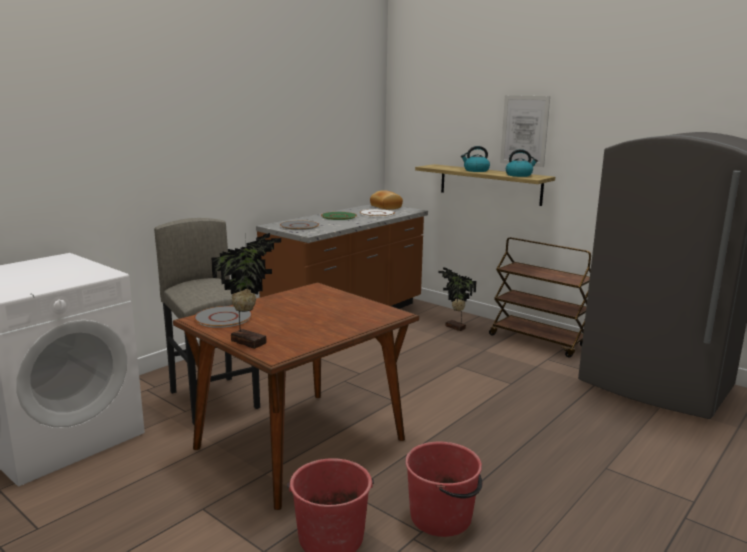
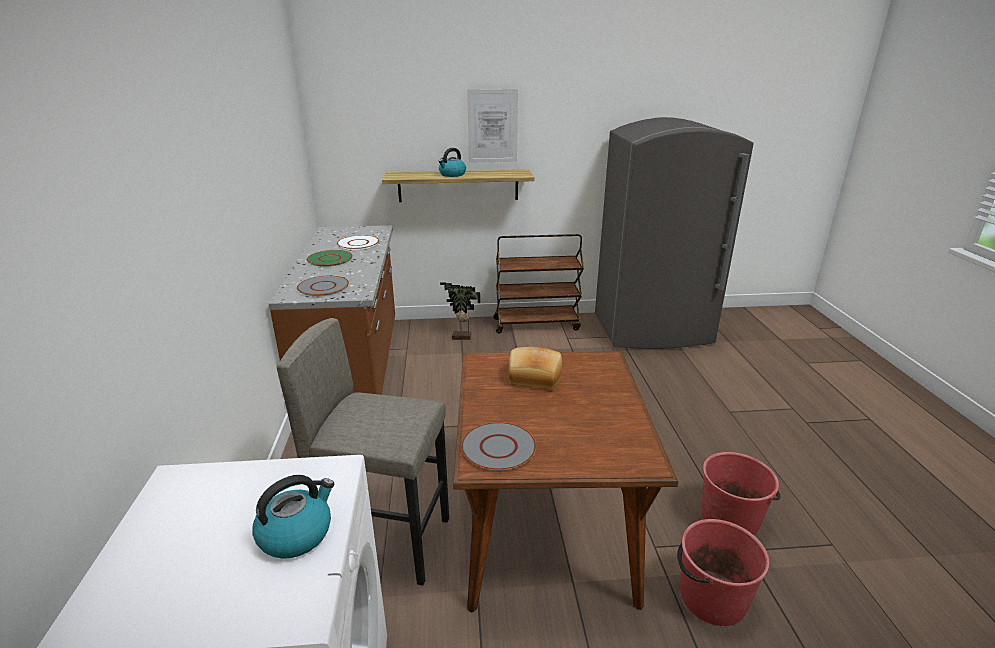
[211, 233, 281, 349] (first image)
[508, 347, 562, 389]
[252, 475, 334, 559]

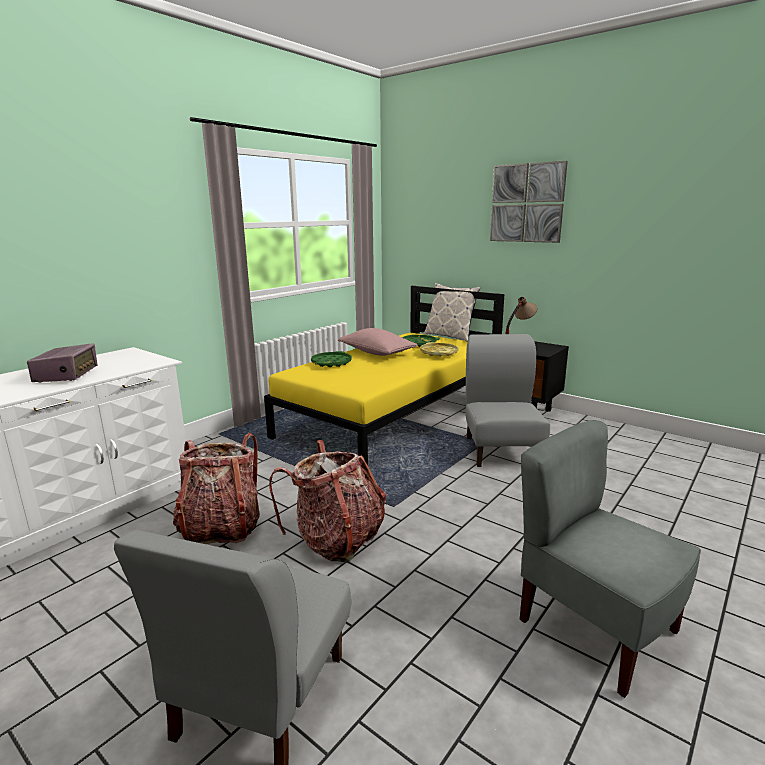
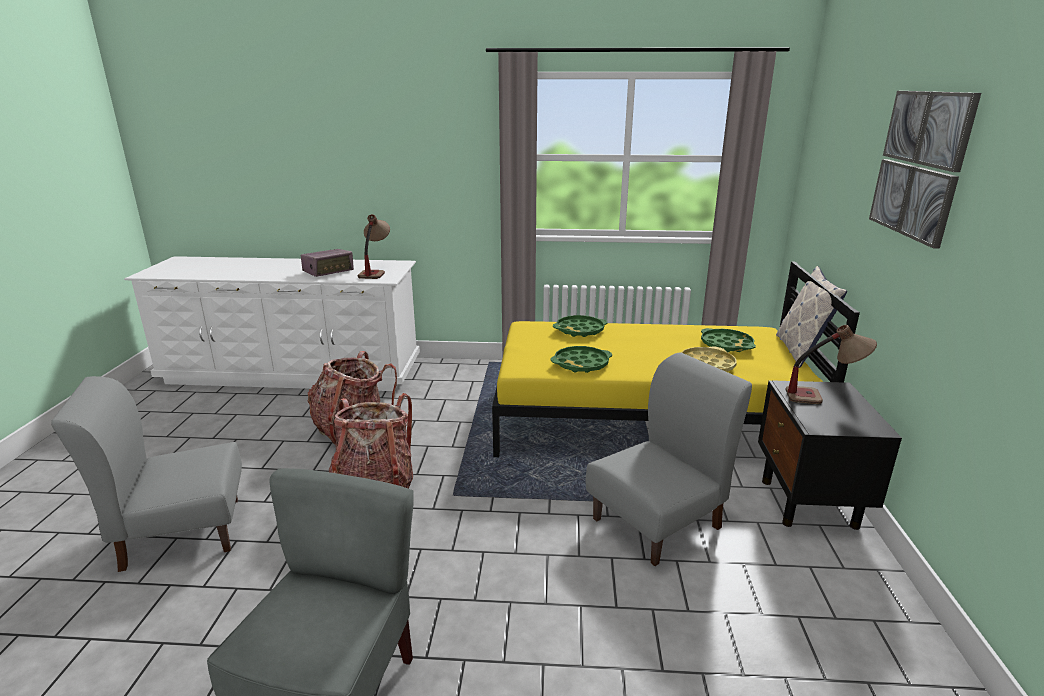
[338, 328, 417, 356] (first image)
[358, 214, 390, 279]
[551, 346, 612, 373]

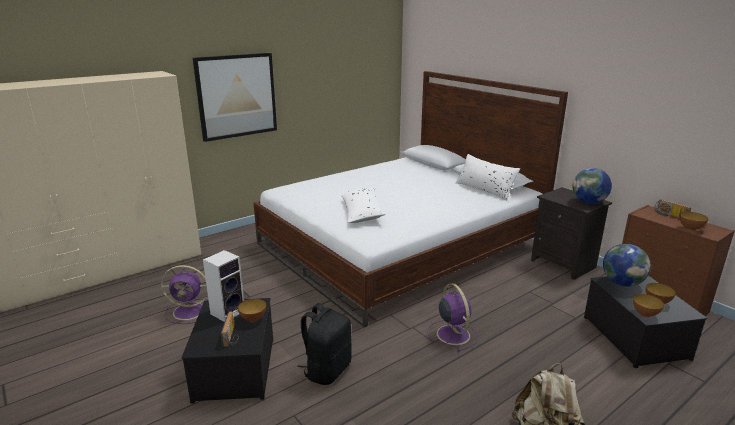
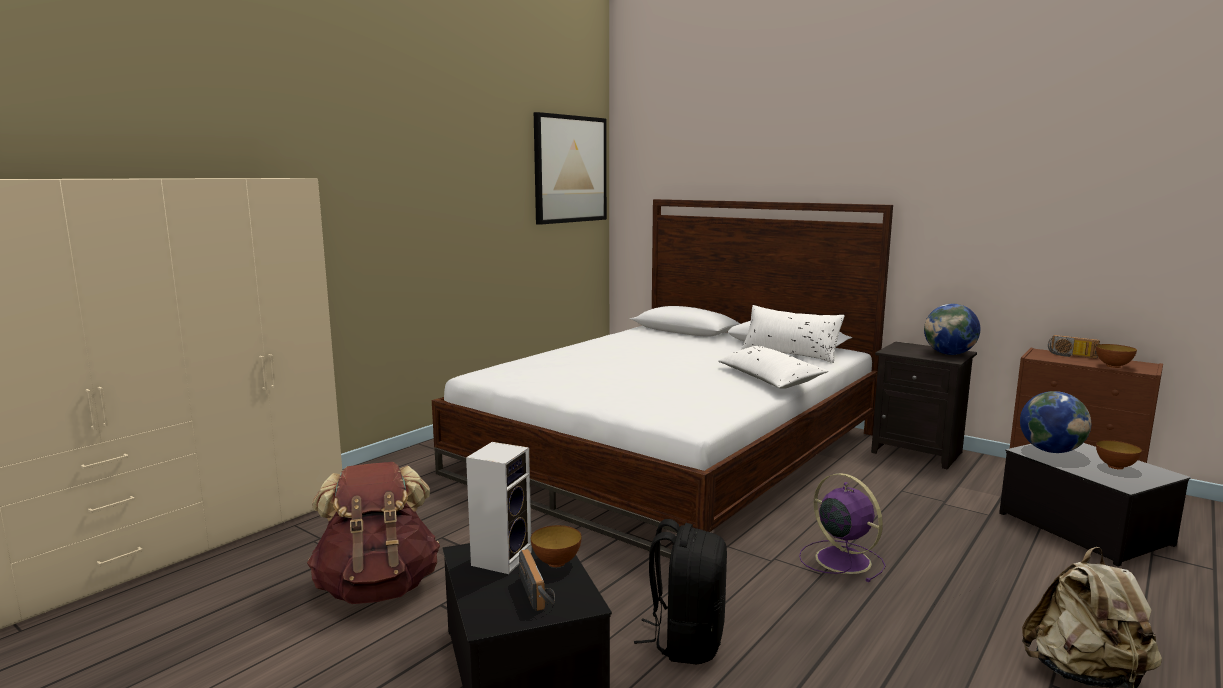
[307, 462, 440, 604]
[534, 112, 607, 225]
[718, 346, 828, 389]
[633, 294, 664, 317] (first image)

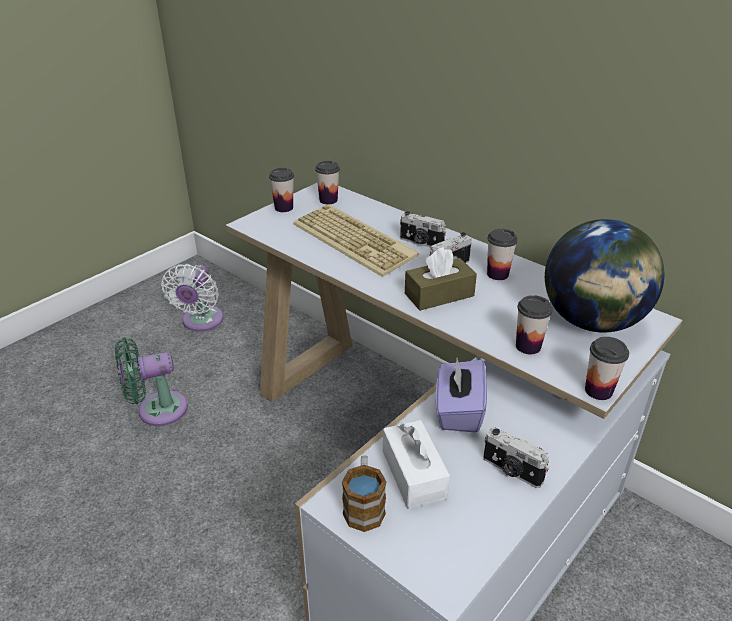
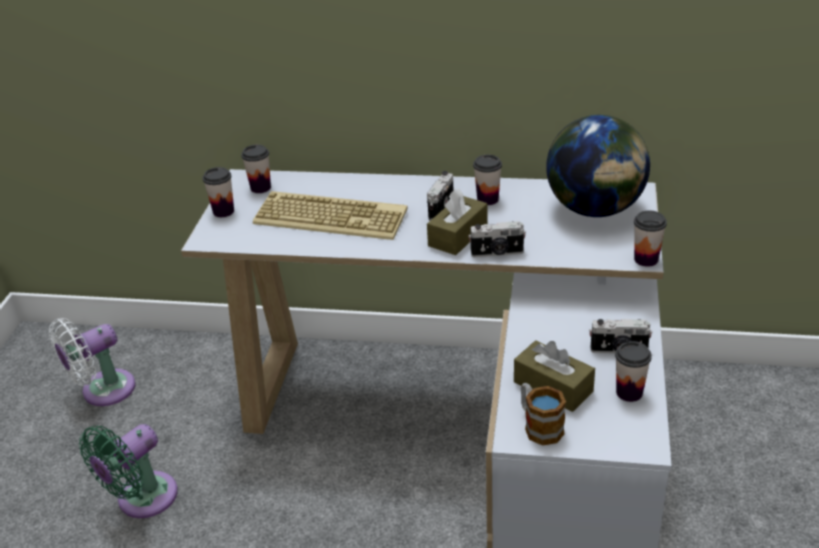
[49, 318, 135, 406]
[514, 340, 595, 412]
[469, 221, 526, 257]
[436, 358, 487, 433] (first image)
[615, 341, 652, 402]

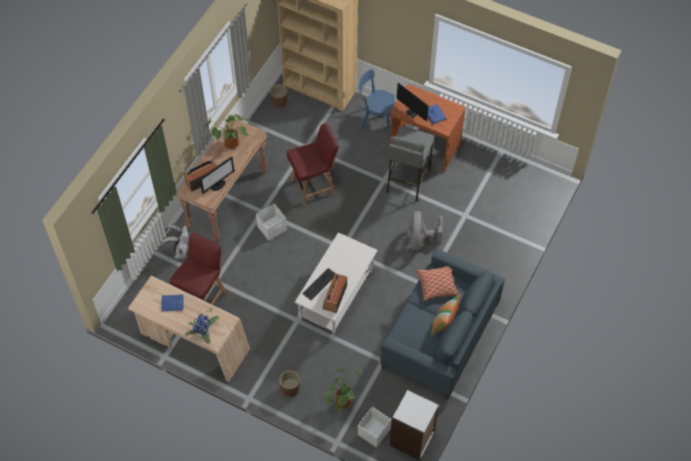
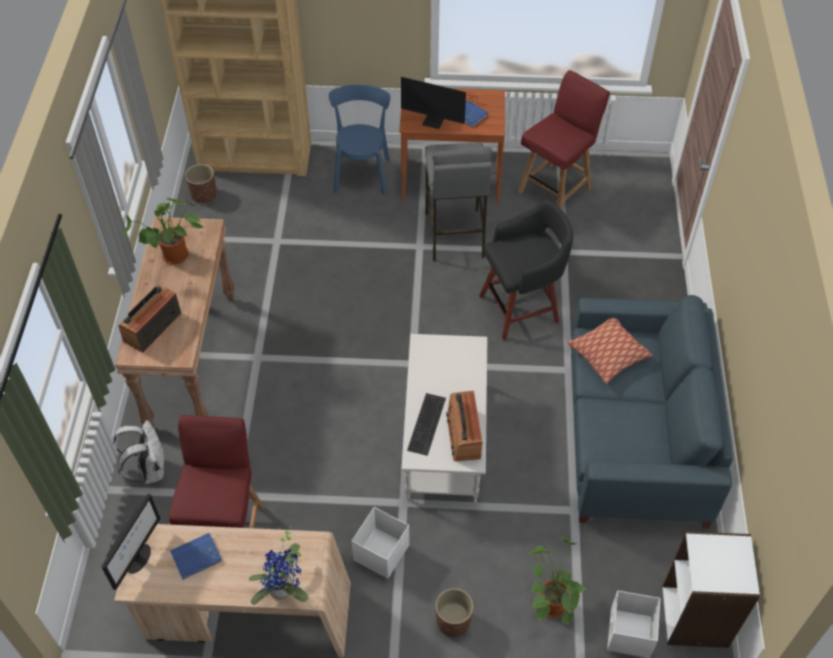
[102, 494, 161, 590]
[352, 507, 409, 579]
[518, 70, 610, 209]
[329, 84, 390, 195]
[479, 199, 573, 340]
[431, 294, 461, 336] (first image)

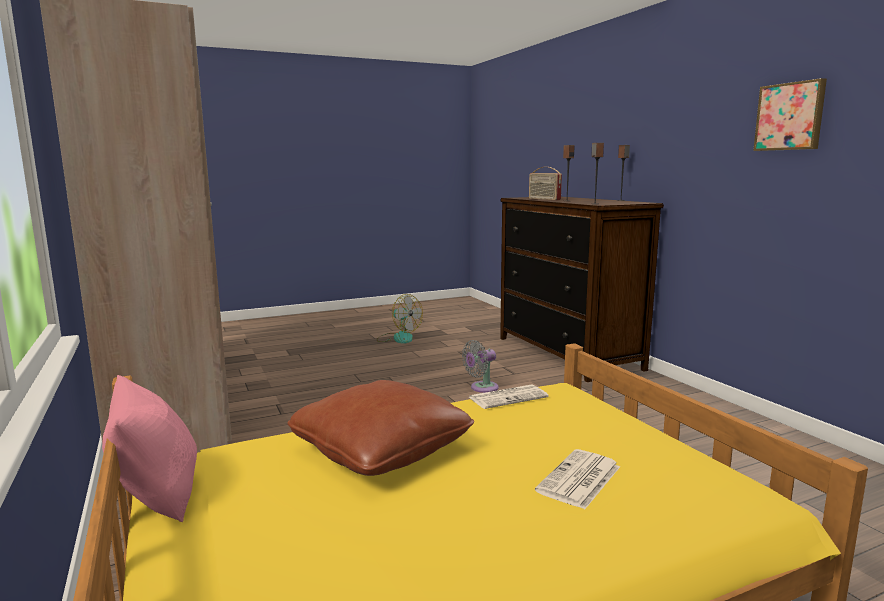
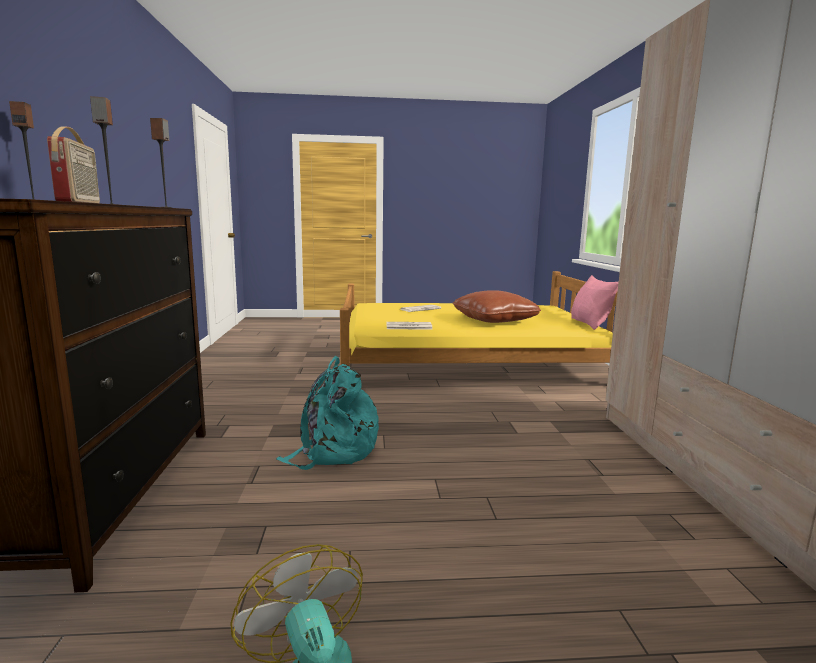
[276, 356, 379, 470]
[753, 78, 827, 151] (first image)

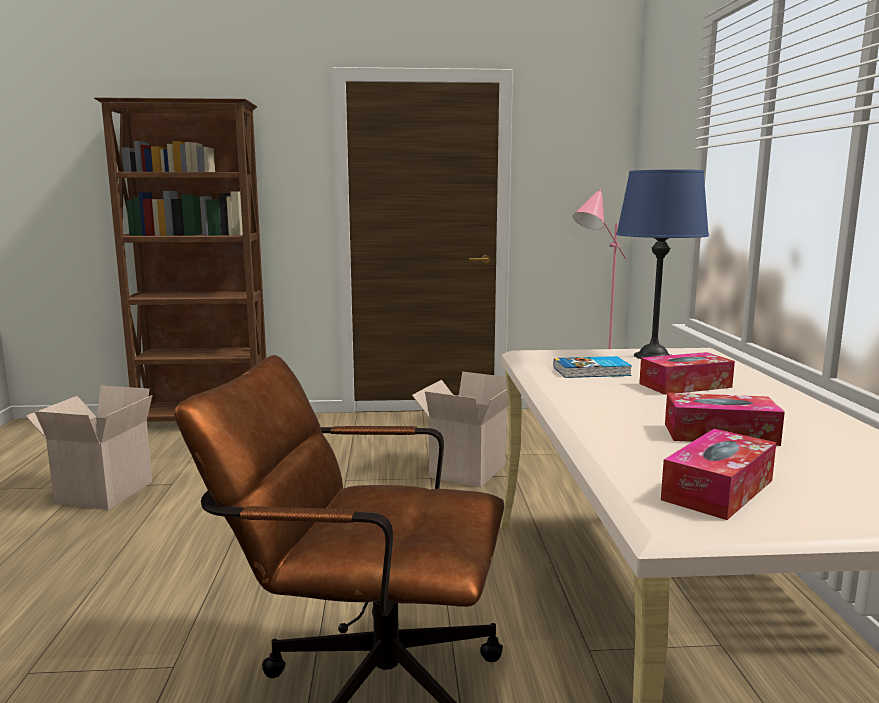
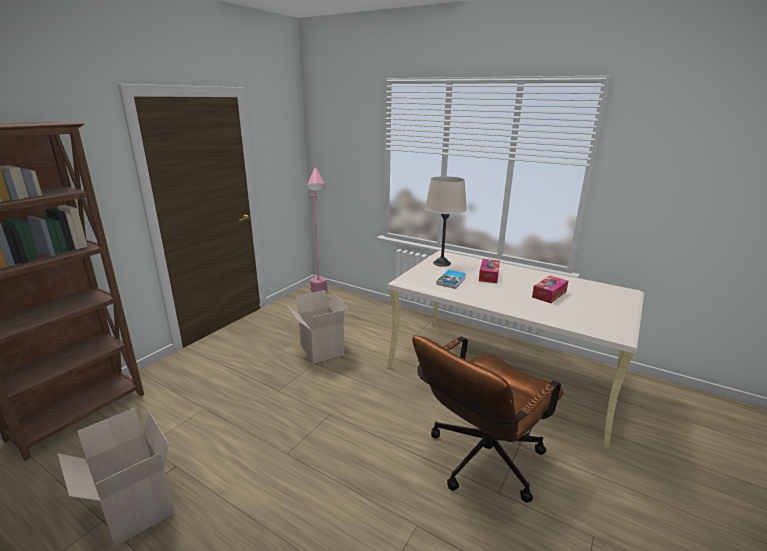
[425, 176, 467, 267]
[661, 429, 776, 520] (first image)

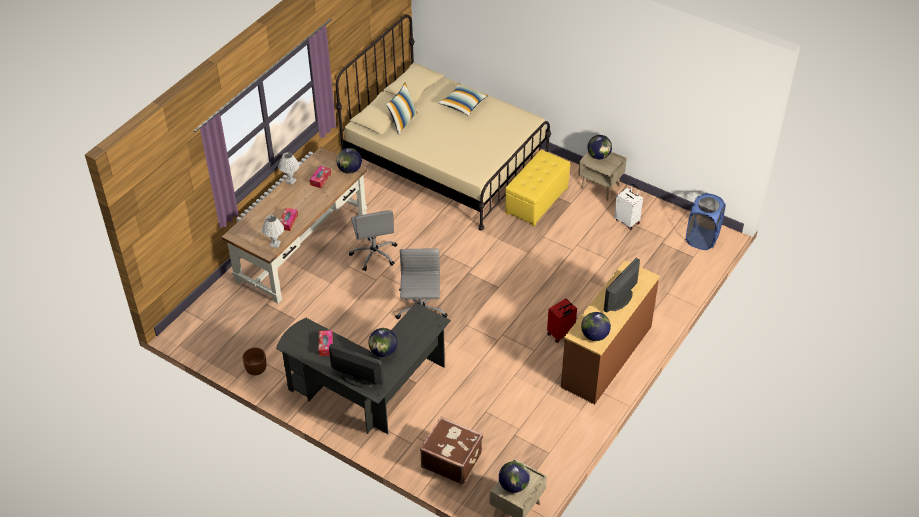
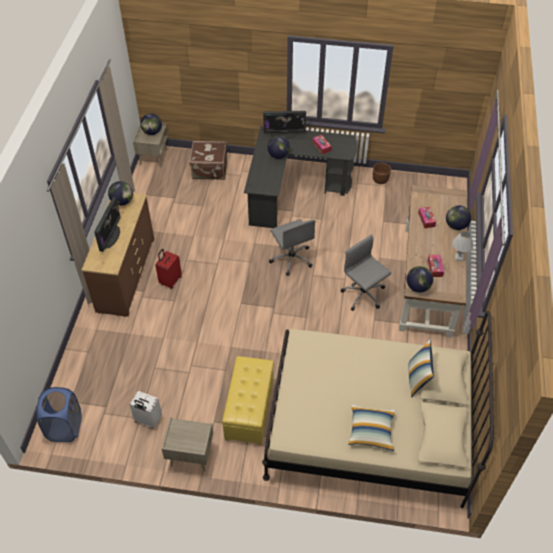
[262, 215, 284, 248] (first image)
[446, 205, 471, 230]

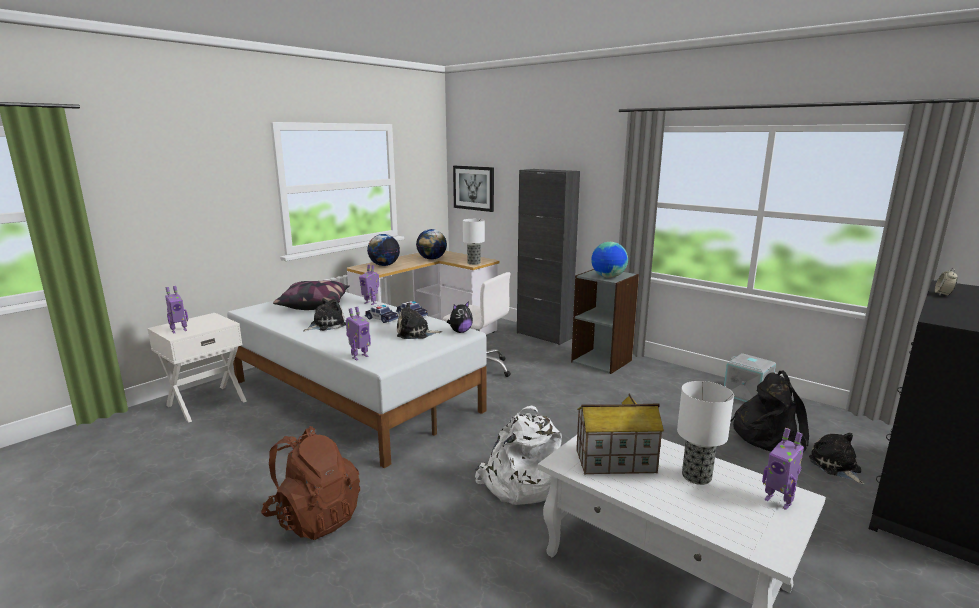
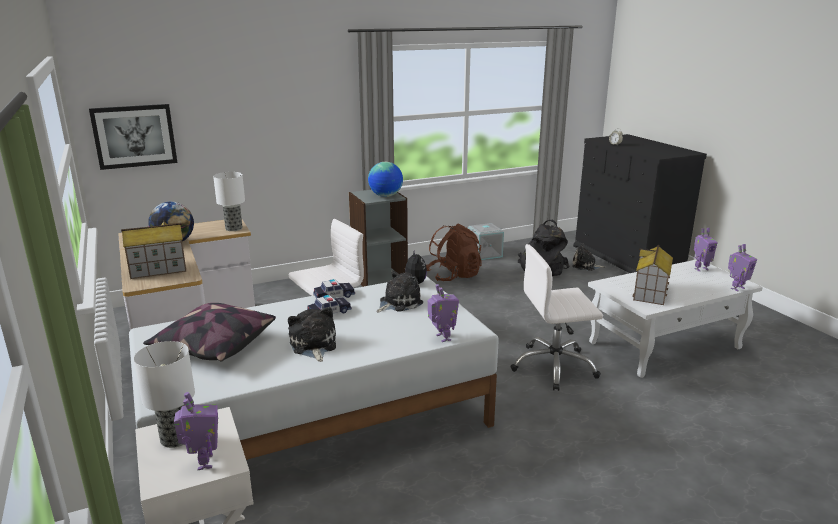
[426, 223, 482, 281]
[728, 244, 757, 291]
[121, 220, 187, 279]
[376, 270, 423, 313]
[510, 244, 603, 391]
[517, 169, 580, 345] (first image)
[134, 341, 195, 448]

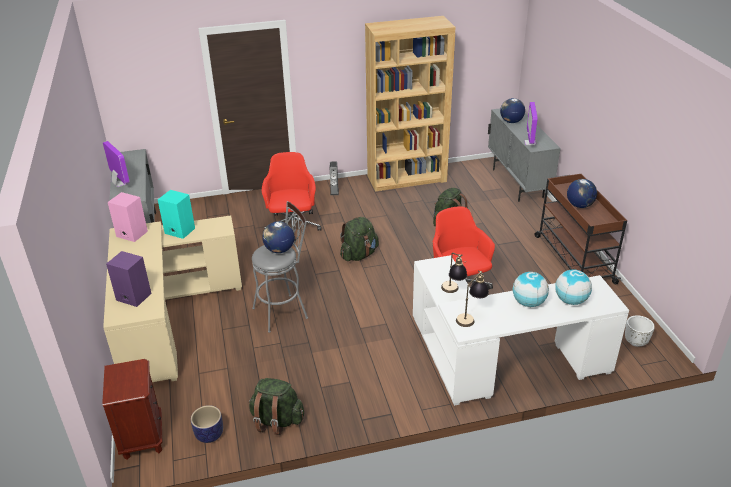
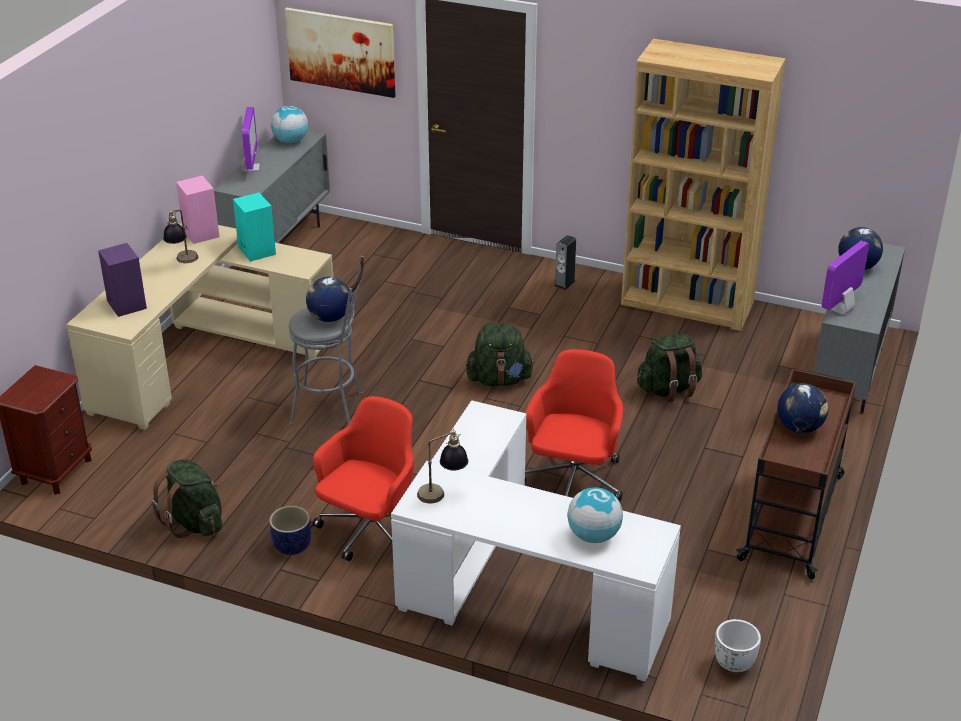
[269, 506, 311, 555]
[313, 396, 414, 561]
[163, 210, 198, 263]
[271, 106, 308, 143]
[285, 8, 396, 98]

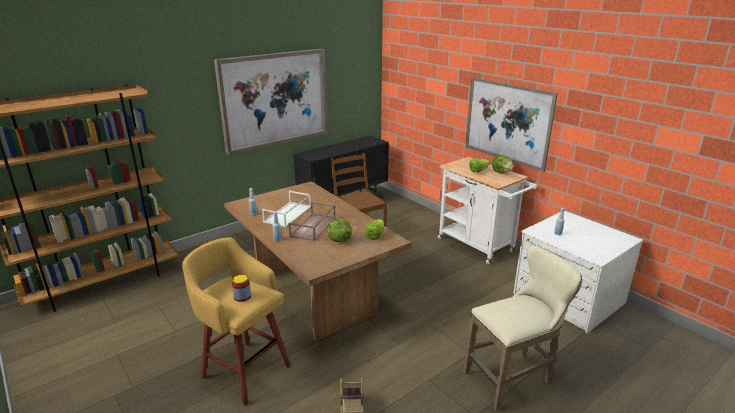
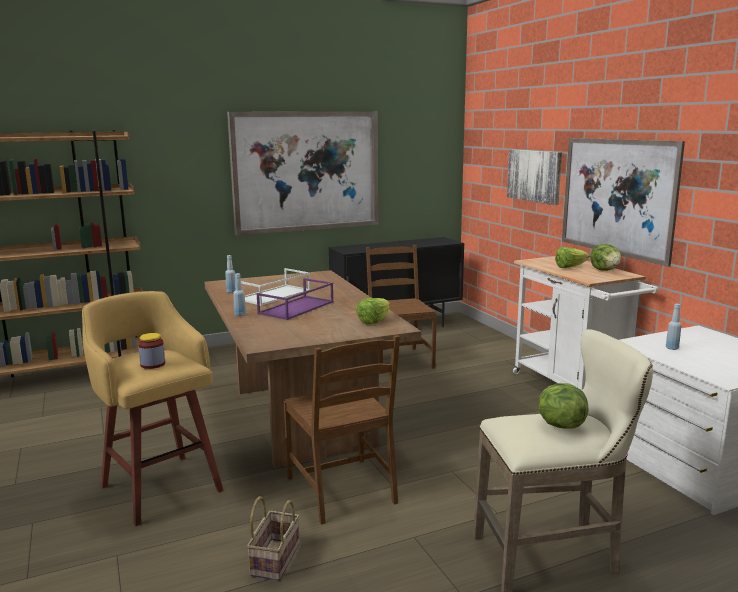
[257, 278, 334, 320]
[538, 383, 588, 429]
[284, 335, 400, 525]
[507, 149, 562, 205]

